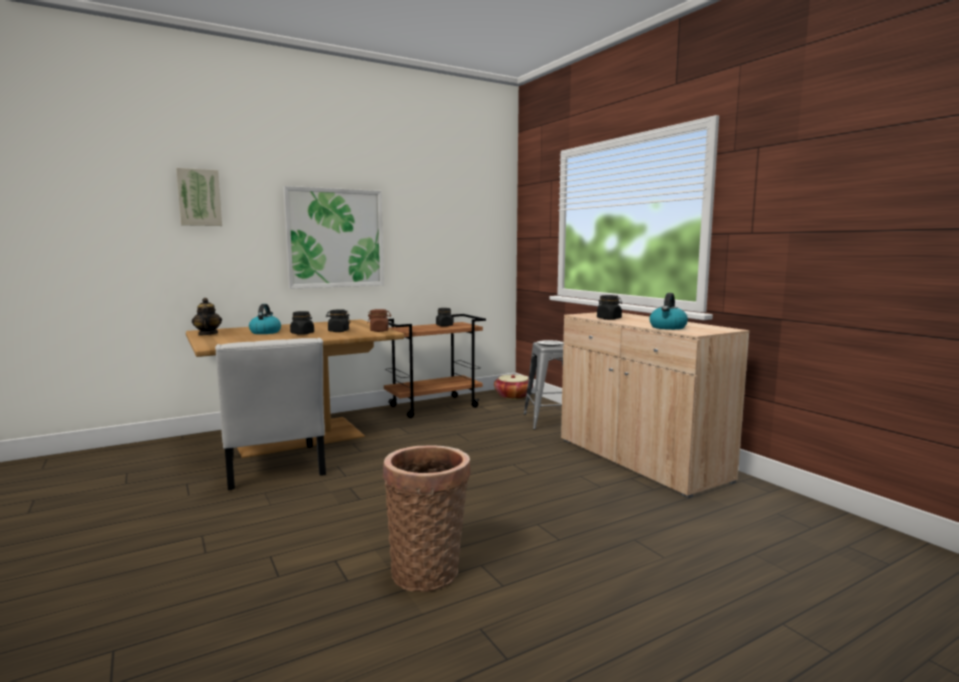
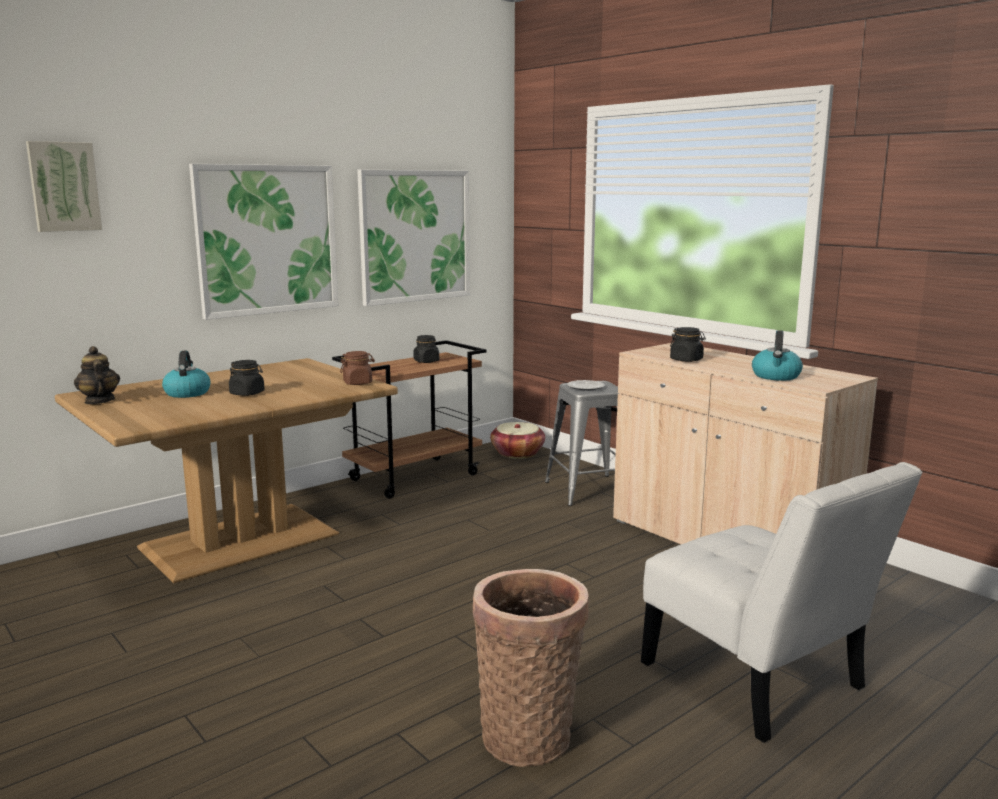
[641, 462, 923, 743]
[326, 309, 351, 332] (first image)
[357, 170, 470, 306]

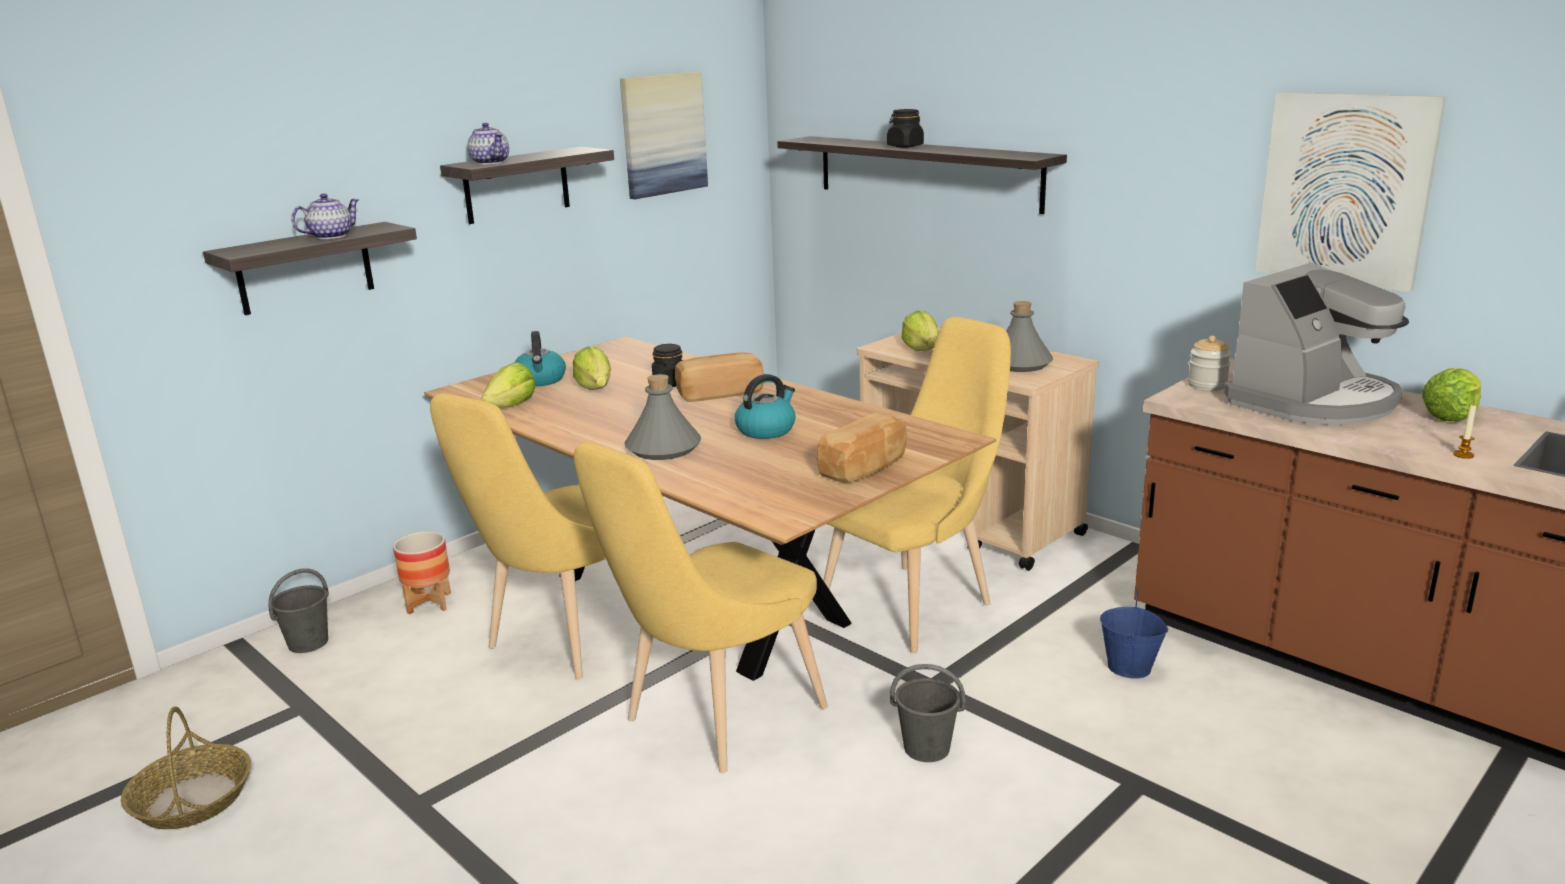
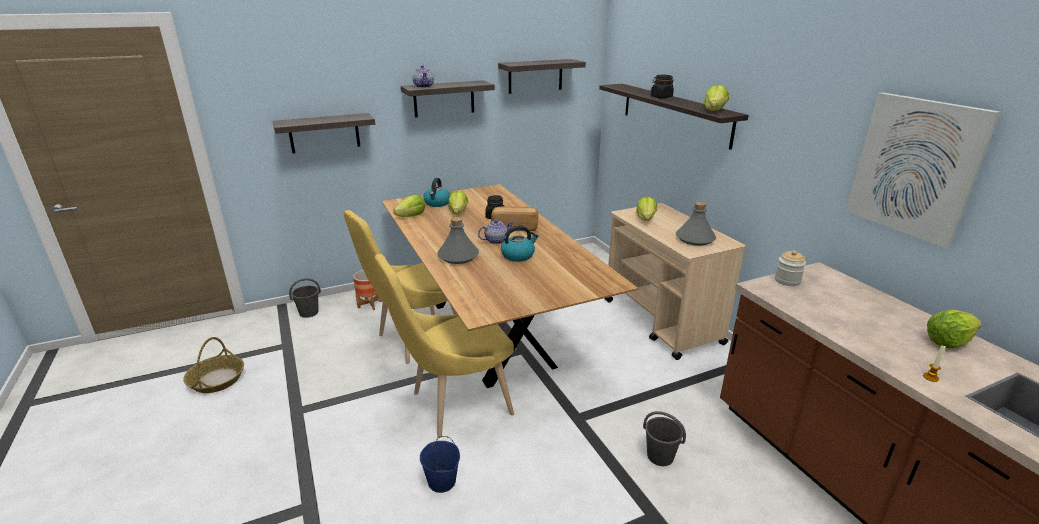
[478, 220, 514, 244]
[498, 59, 586, 94]
[817, 413, 907, 482] (first image)
[823, 317, 1011, 653] (first image)
[643, 411, 686, 466]
[420, 436, 460, 493]
[1224, 262, 1409, 425] (first image)
[704, 84, 729, 111]

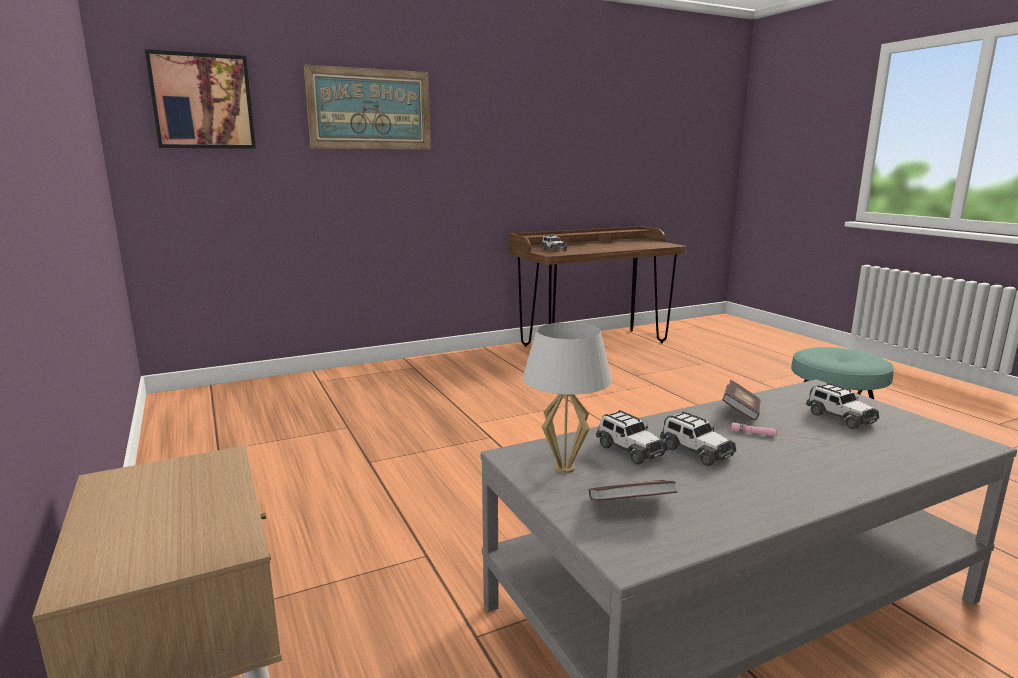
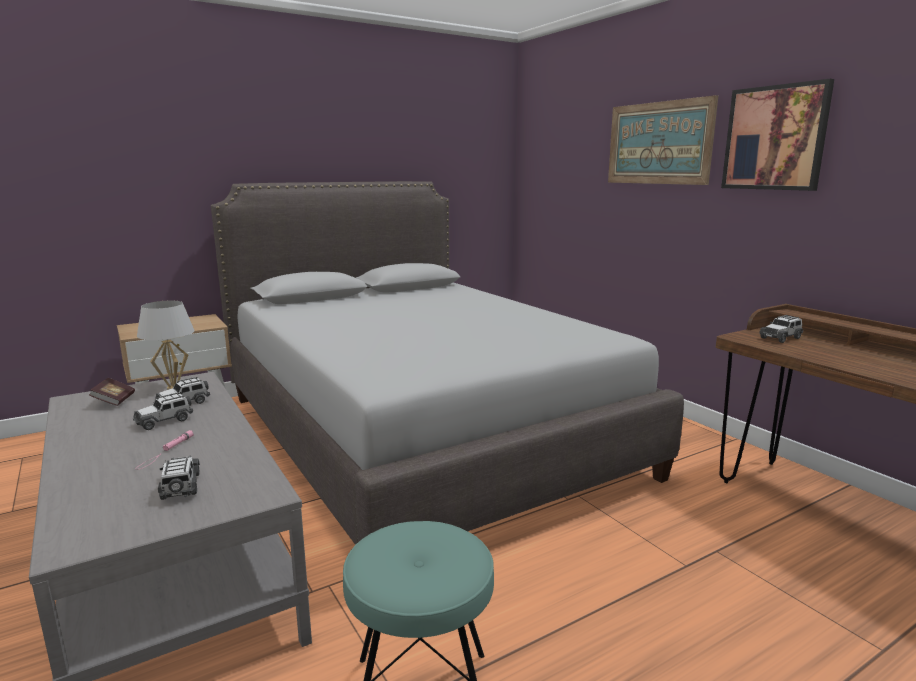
[721, 79, 834, 191]
[722, 380, 761, 421] (first image)
[158, 456, 200, 500]
[211, 181, 684, 545]

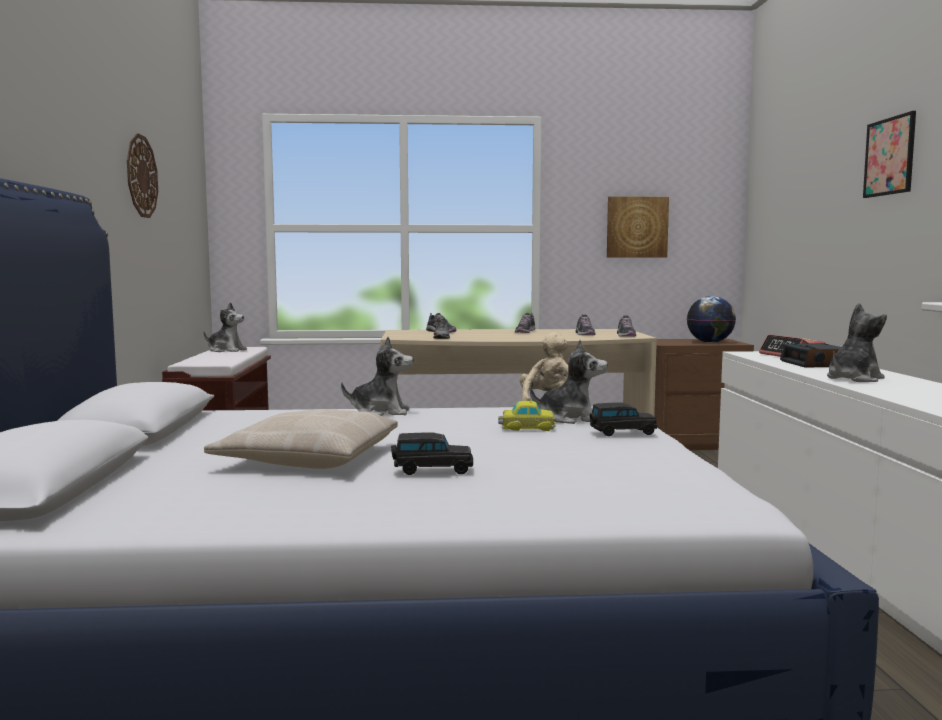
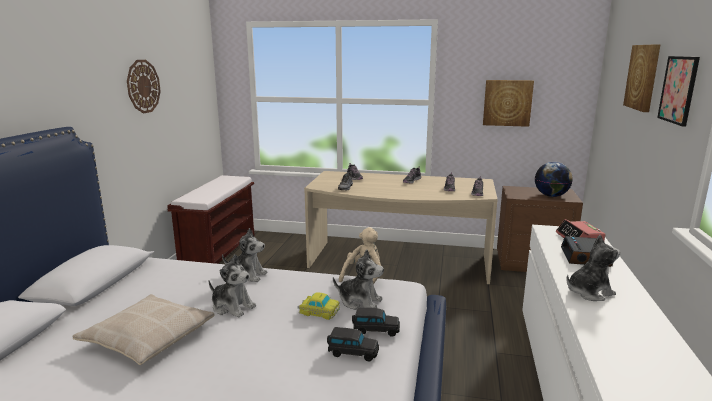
[209, 254, 256, 317]
[327, 327, 379, 361]
[623, 44, 661, 112]

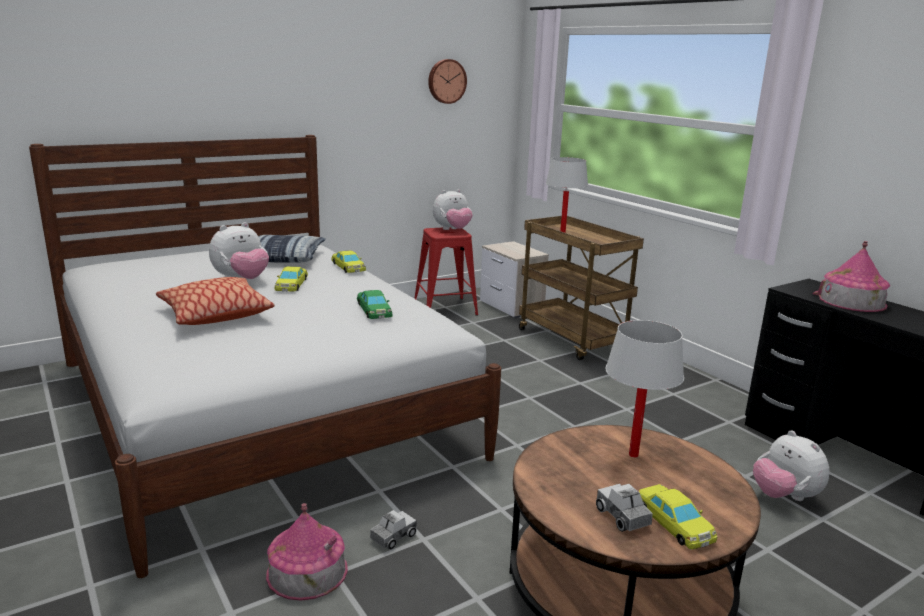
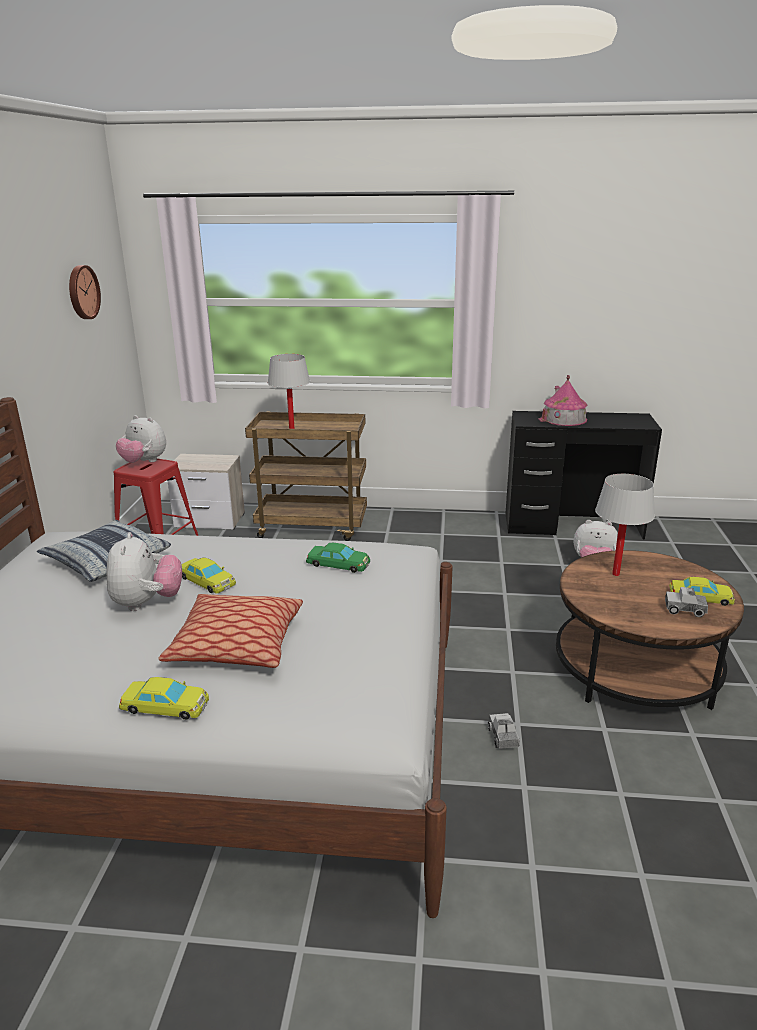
[266, 503, 348, 601] (first image)
[119, 677, 209, 720]
[116, 415, 166, 463]

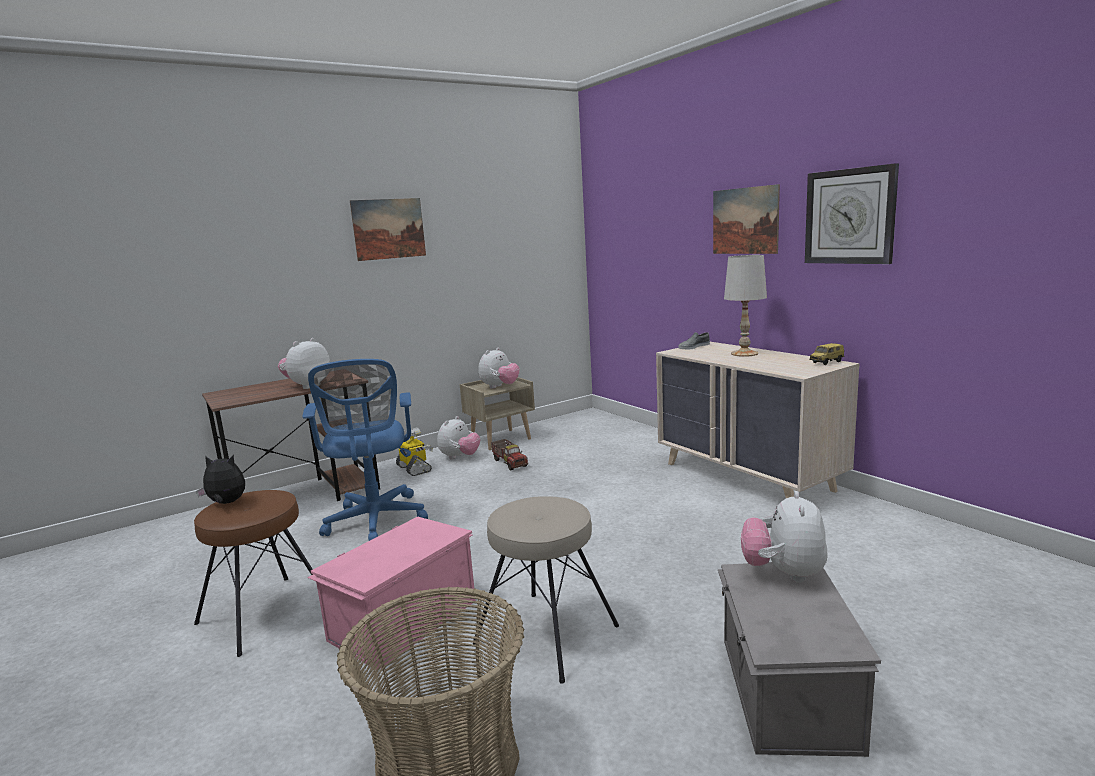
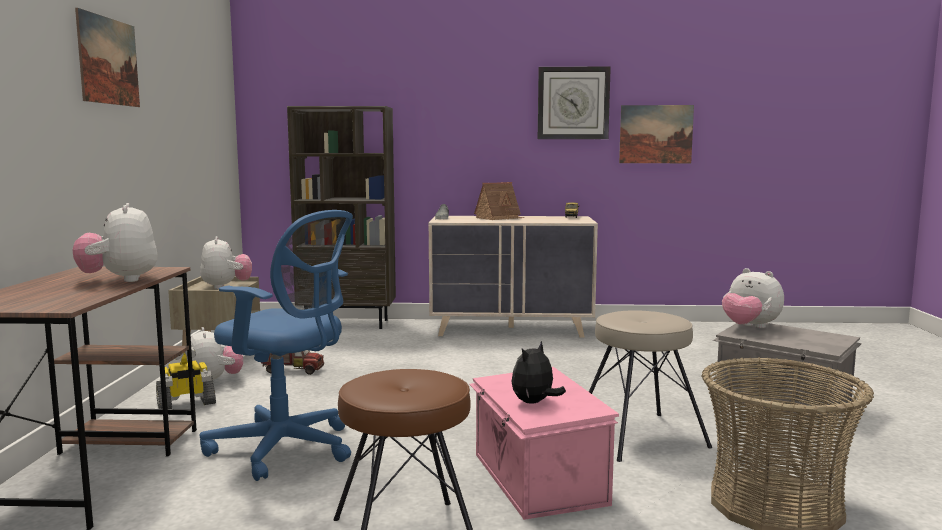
[512, 341, 566, 404]
[156, 345, 216, 409]
[619, 105, 694, 163]
[474, 182, 525, 220]
[287, 106, 396, 329]

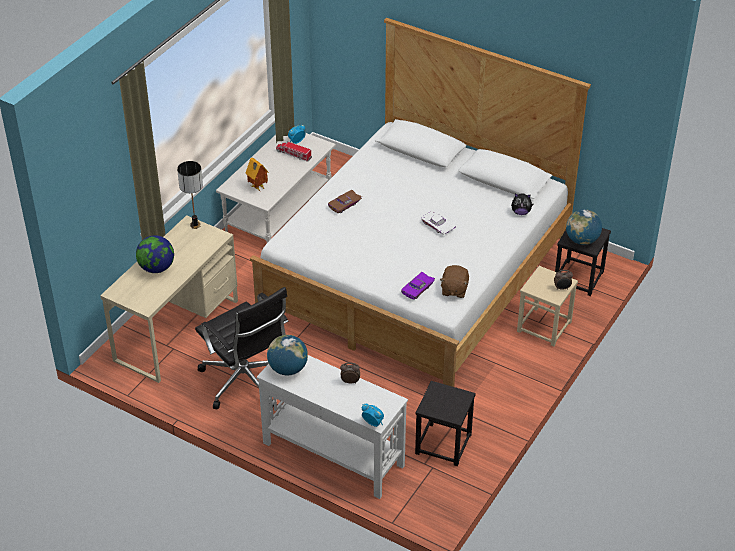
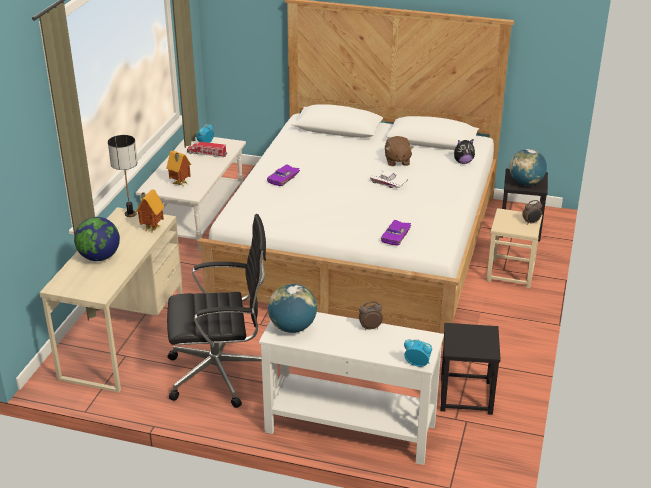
[167, 214, 266, 408]
[267, 164, 300, 186]
[385, 136, 414, 166]
[136, 190, 164, 234]

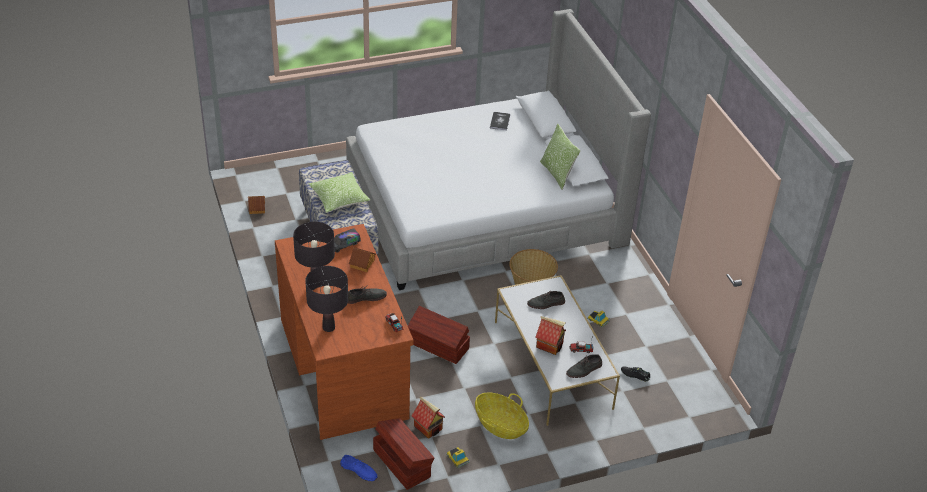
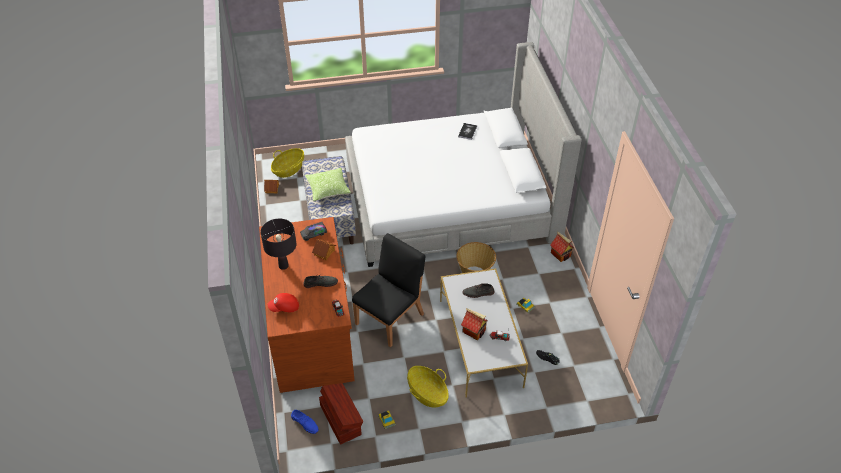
[267, 293, 299, 312]
[352, 233, 425, 347]
[550, 232, 574, 262]
[540, 124, 580, 190] (first image)
[566, 354, 602, 378] (first image)
[271, 148, 304, 178]

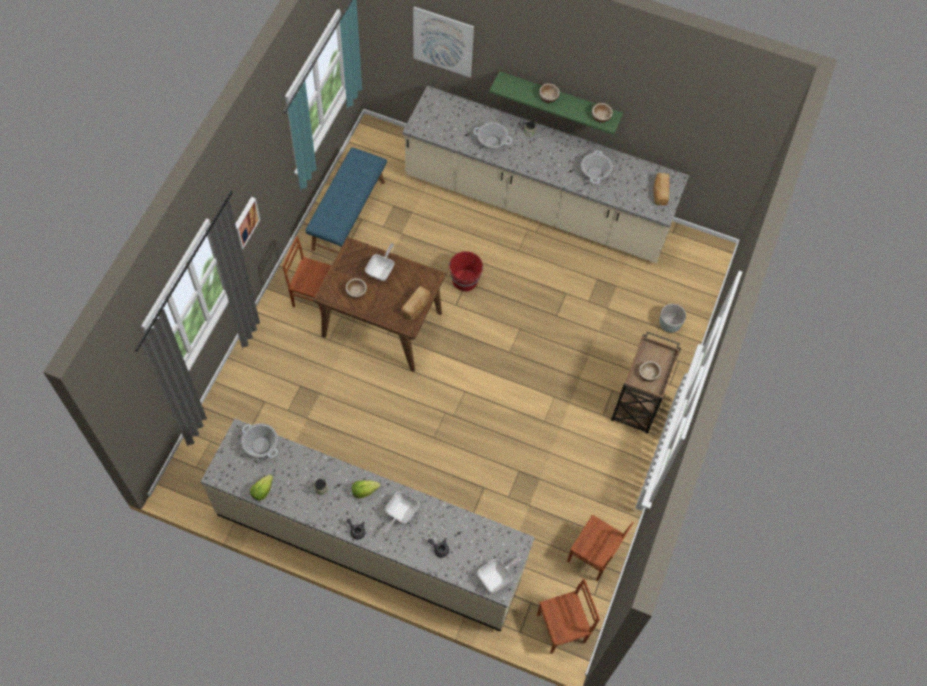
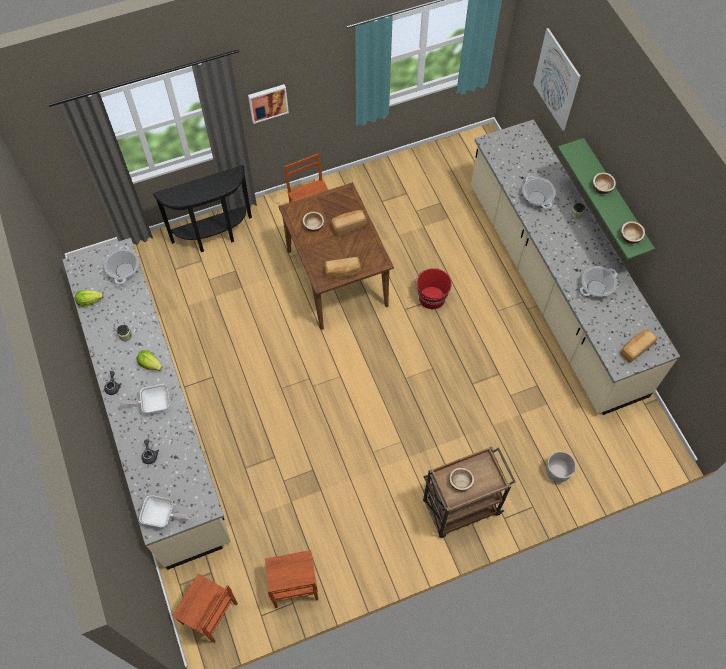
[305, 147, 387, 254] (first image)
[331, 210, 367, 235]
[153, 165, 252, 252]

